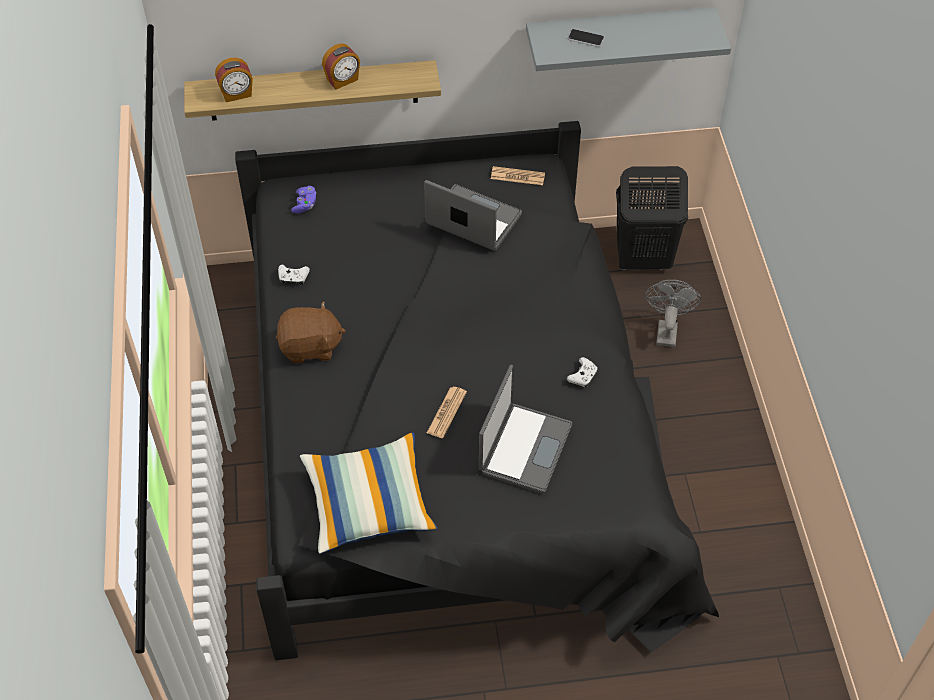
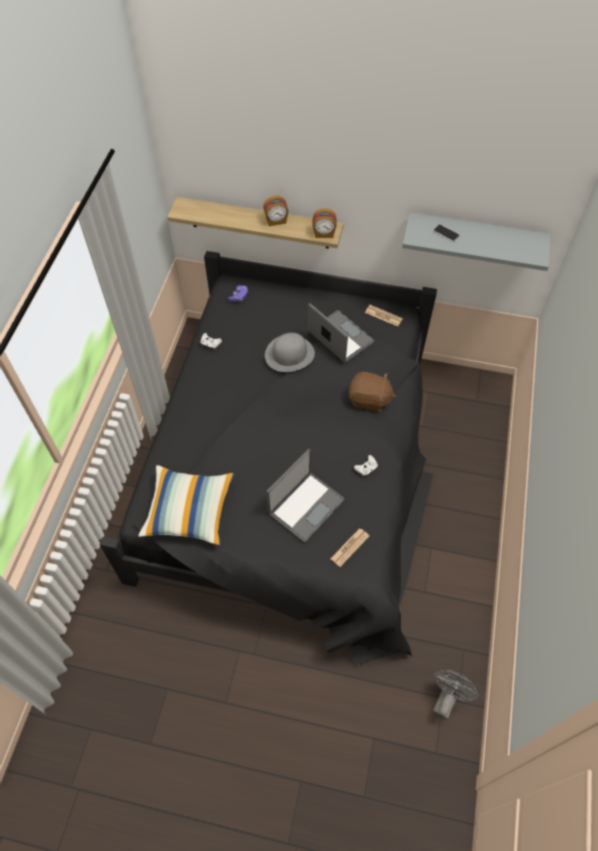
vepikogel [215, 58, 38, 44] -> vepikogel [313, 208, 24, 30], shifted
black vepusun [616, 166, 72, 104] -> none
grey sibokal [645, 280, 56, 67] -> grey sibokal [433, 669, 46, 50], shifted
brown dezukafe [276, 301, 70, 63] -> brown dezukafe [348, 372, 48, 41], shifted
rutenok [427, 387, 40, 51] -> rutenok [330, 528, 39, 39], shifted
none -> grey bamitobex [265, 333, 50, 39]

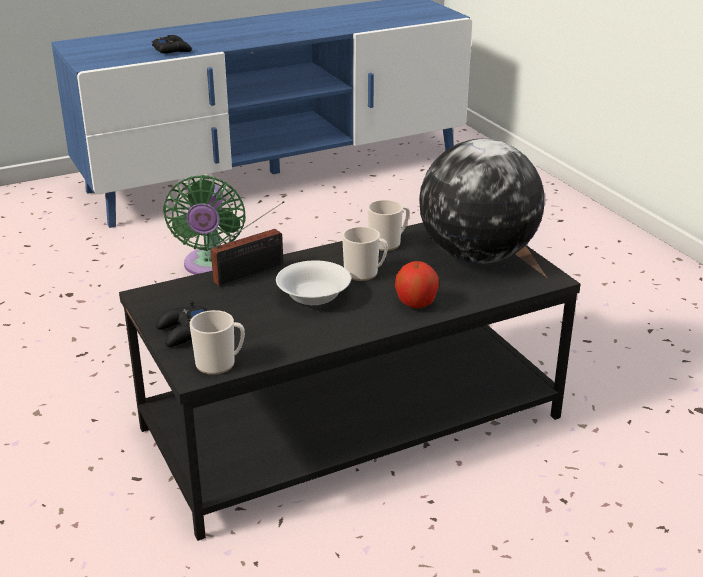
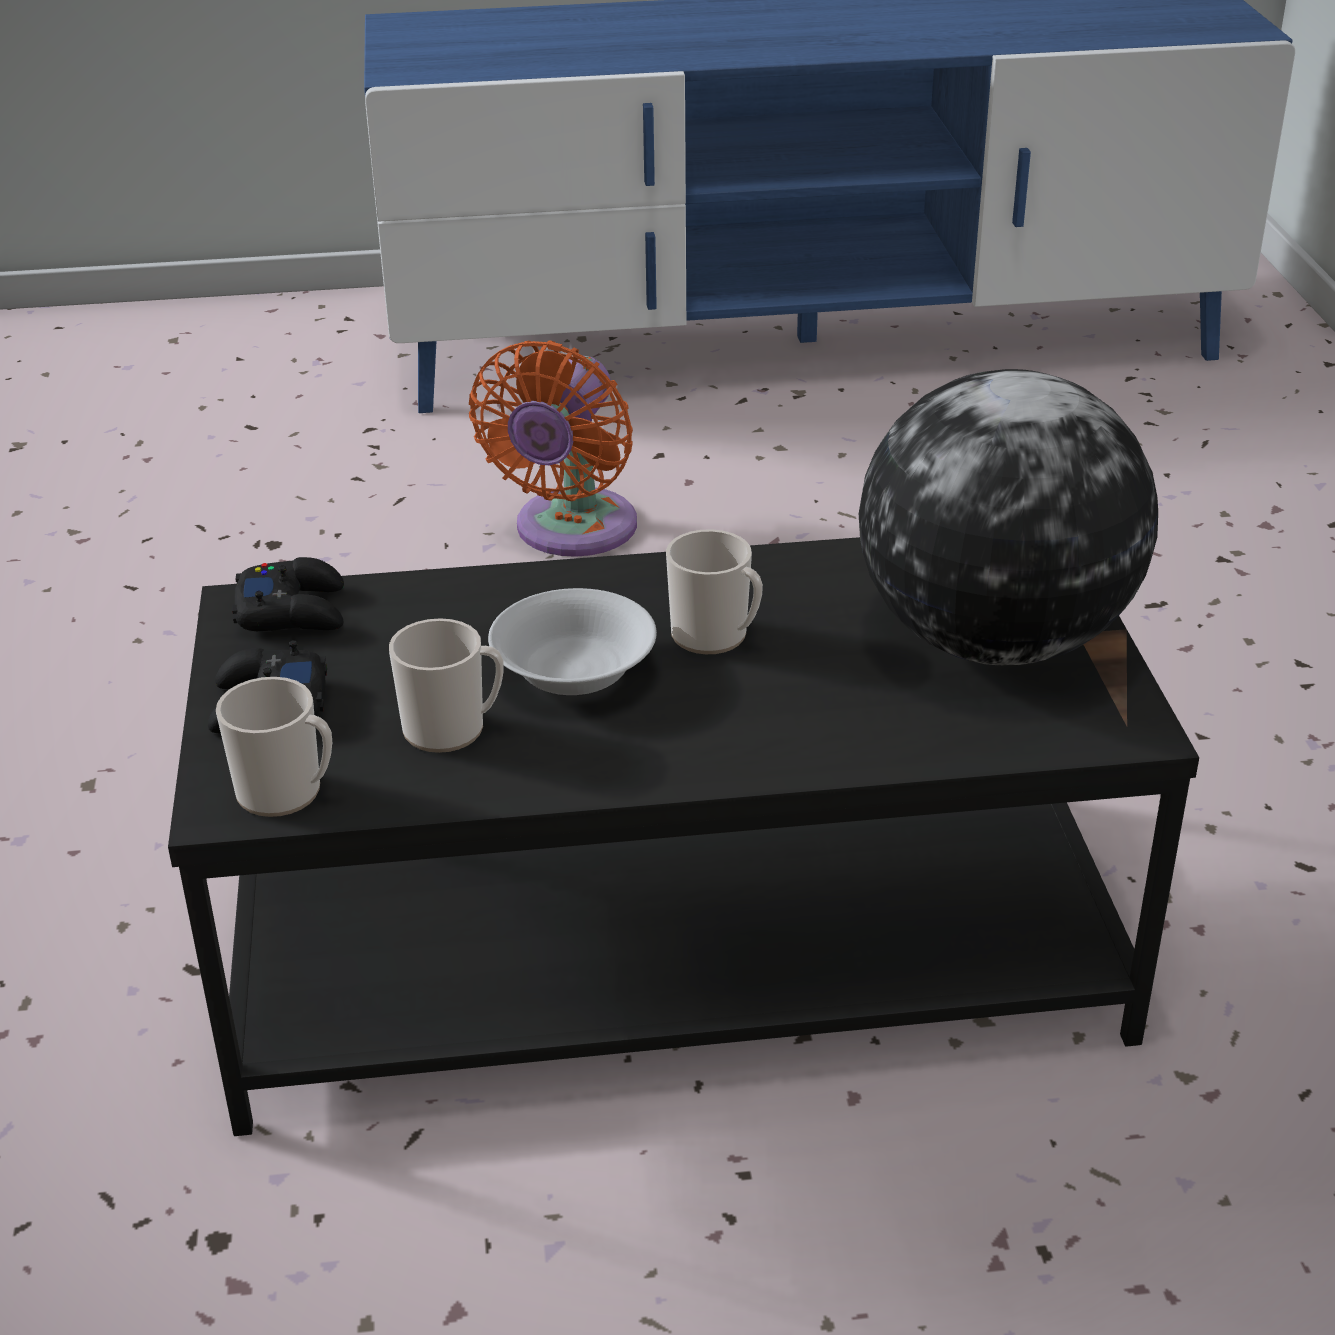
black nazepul [152, 35, 40, 19] -> black nazepul [232, 557, 112, 74], shifted
green sibokal [163, 175, 83, 100] -> orange sibokal [469, 340, 168, 217]
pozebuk [367, 200, 43, 51] -> pozebuk [389, 618, 115, 135], shifted
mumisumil [211, 201, 73, 86] -> none
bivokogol [395, 261, 43, 48] -> none

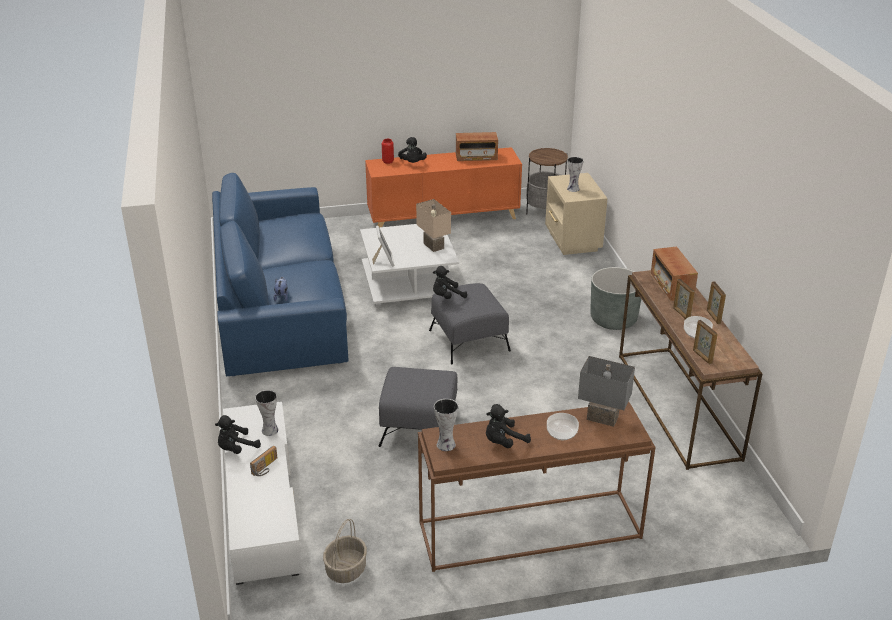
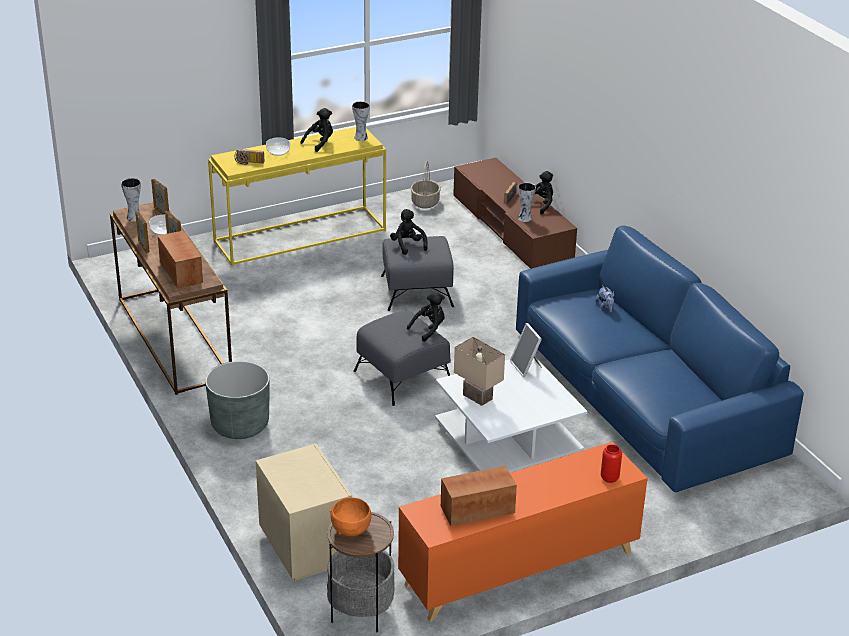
black dezukafe [398, 137, 29, 26] -> black dezukafe [390, 209, 38, 46], shifted
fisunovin [567, 157, 16, 35] -> fisunovin [121, 178, 20, 44], shifted
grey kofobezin [578, 356, 57, 71] -> mumisumil [235, 149, 30, 16]
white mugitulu [223, 402, 80, 183] -> brown mugitulu [453, 158, 124, 111]
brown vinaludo [418, 402, 238, 170] -> yellow vinaludo [208, 127, 178, 139]
none -> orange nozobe [330, 498, 41, 39]

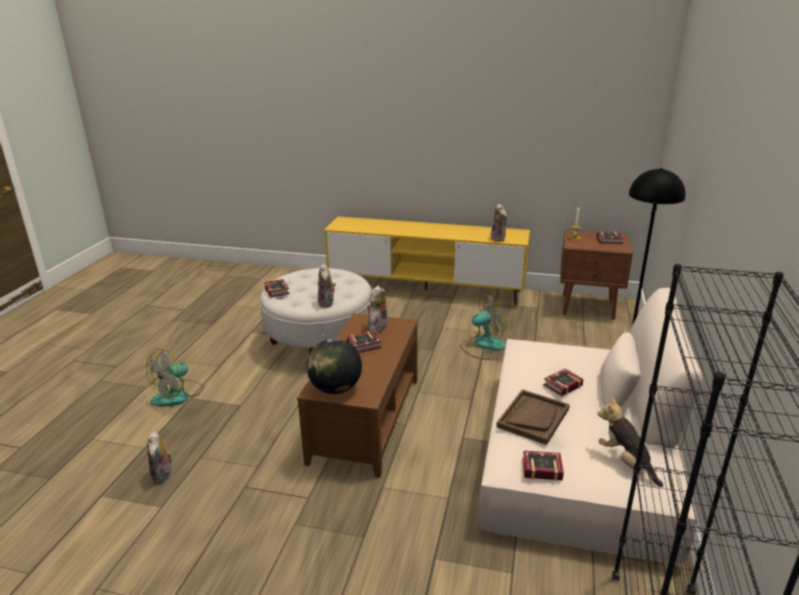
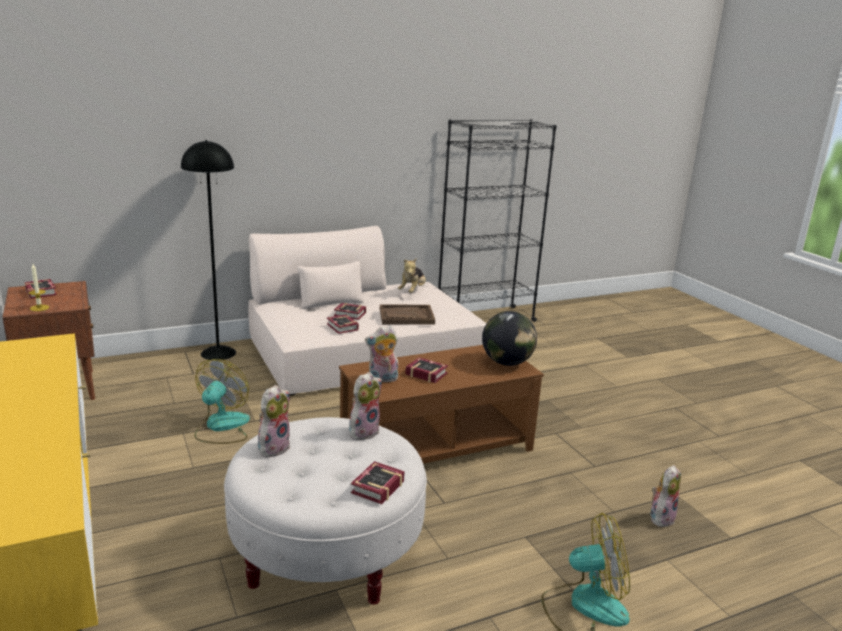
dezukafe [491, 204, 16, 38] -> dezukafe [258, 385, 32, 74], shifted
sibokal [460, 294, 46, 66] -> sibokal [194, 359, 56, 85], 75 degrees clockwise
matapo [523, 451, 41, 30] -> matapo [327, 314, 32, 20], shifted

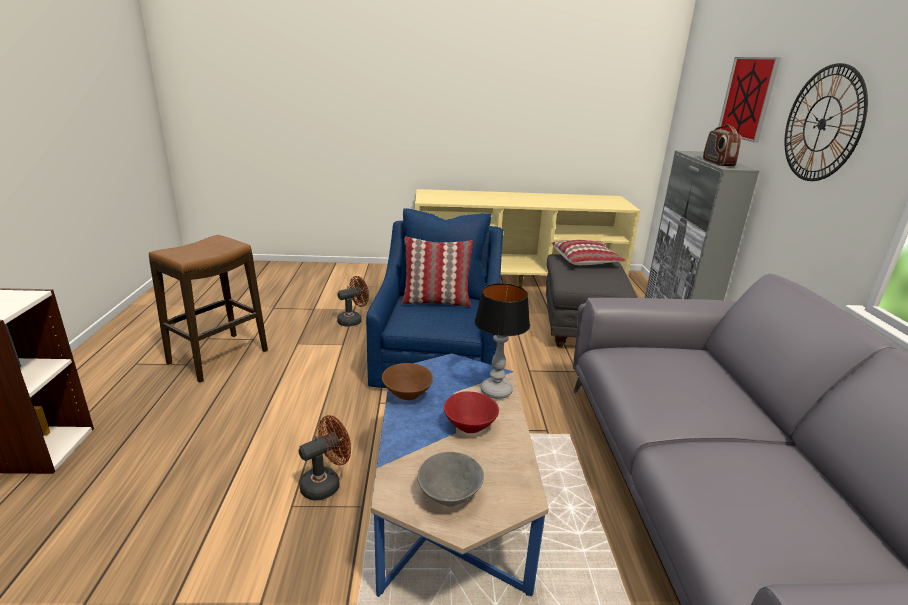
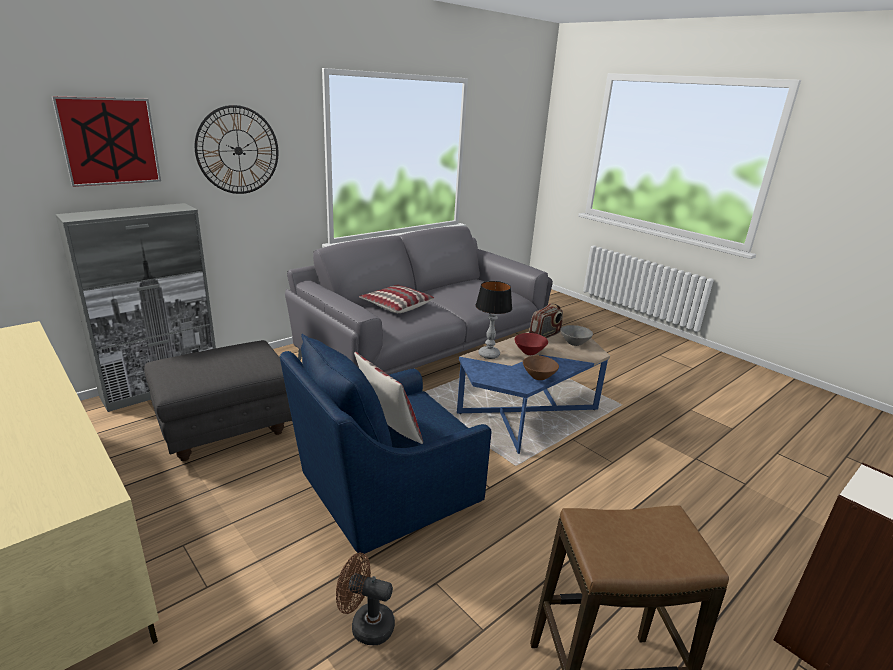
mumisumil [703, 125, 38, 41] -> mumisumil [529, 303, 34, 35], shifted
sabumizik [551, 240, 75, 25] -> sabumizik [359, 285, 75, 28], shifted
brown sibokal [299, 415, 52, 85] -> none

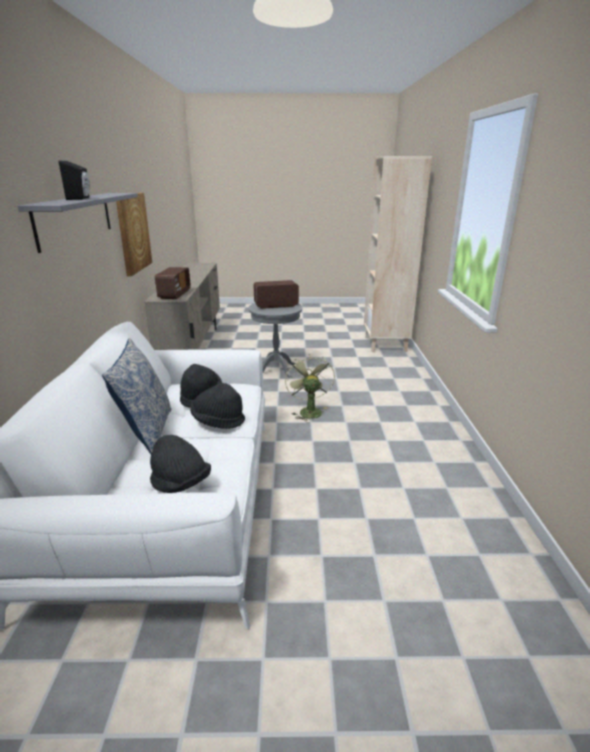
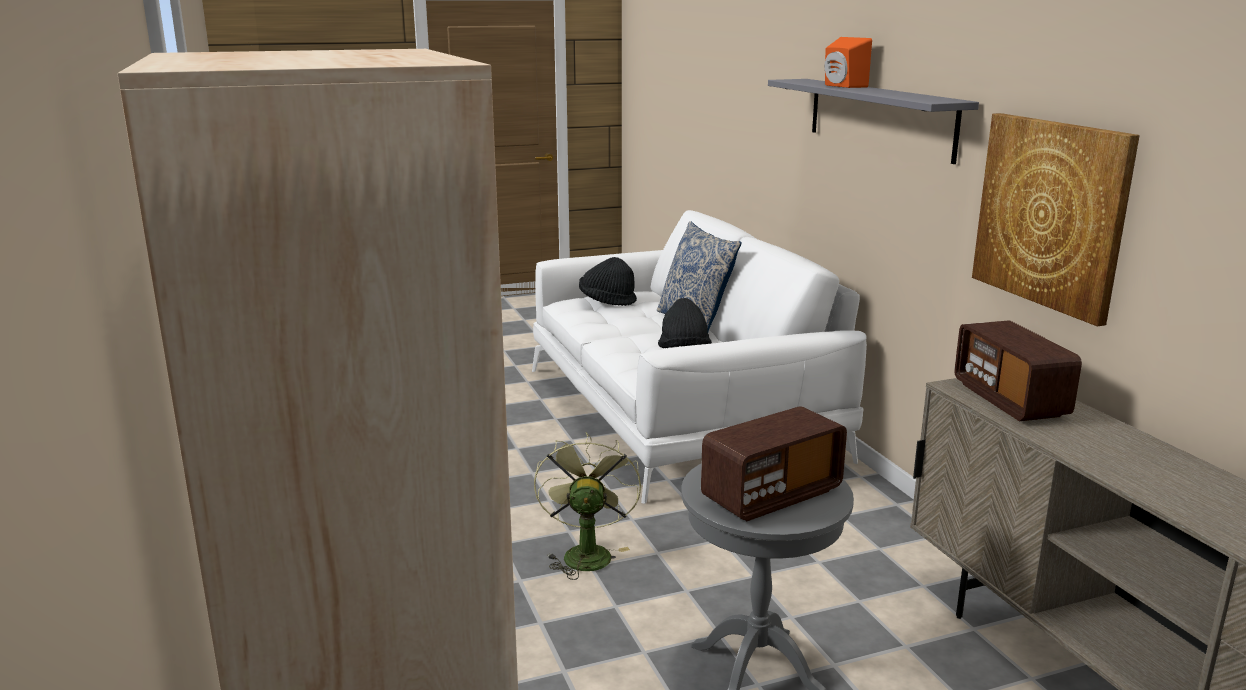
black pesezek [59, 161, 30, 39] -> orange pesezek [824, 37, 48, 51]
green sibokal [285, 354, 50, 68] -> green sibokal [534, 432, 107, 148], 150 degrees counterclockwise
black bamitobex [190, 383, 55, 46] -> none

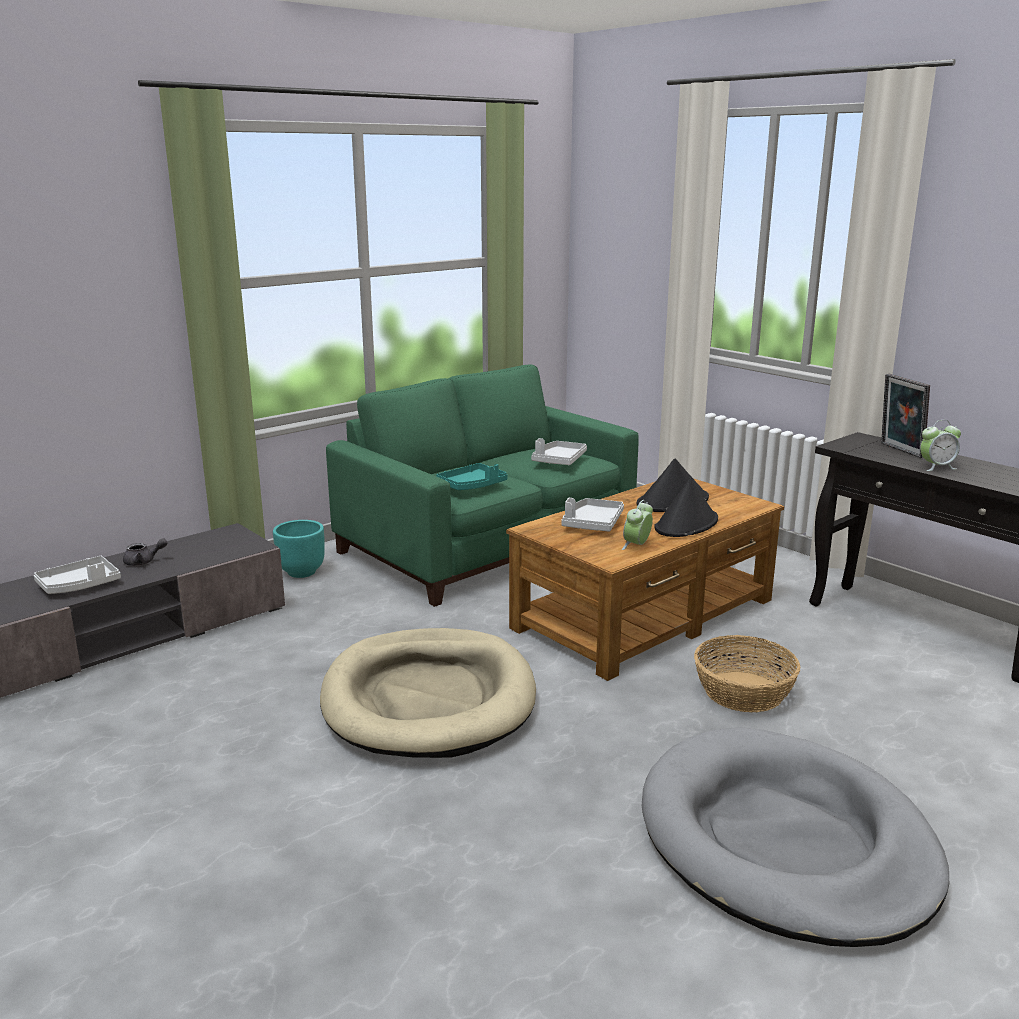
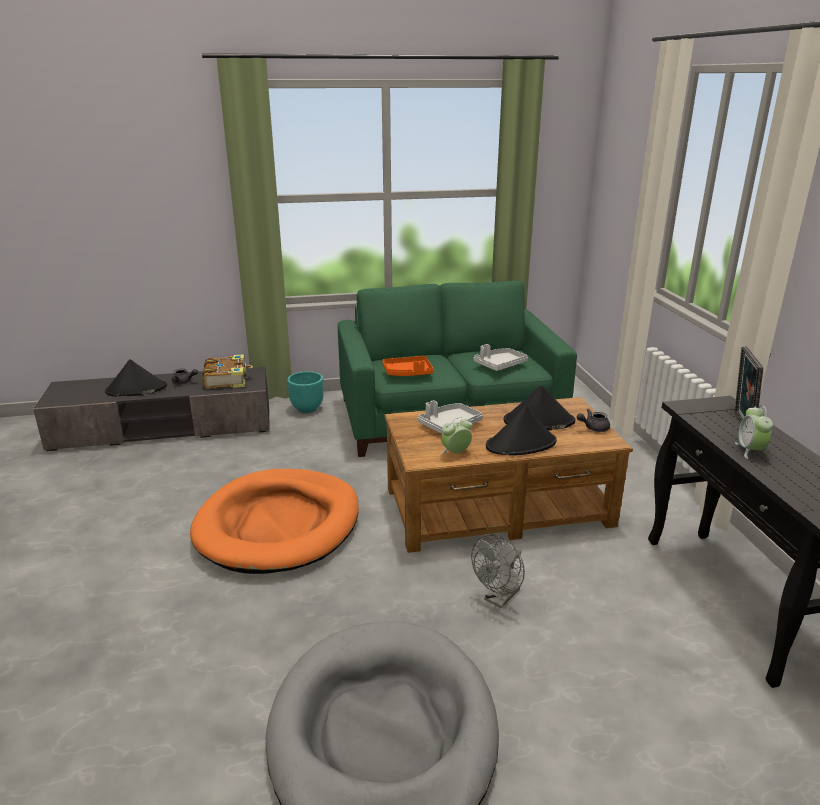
vepikogel [920, 420, 41, 51] -> vepikogel [735, 405, 38, 54], 75 degrees clockwise
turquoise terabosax [436, 463, 72, 27] -> orange terabosax [383, 356, 51, 20]
grey terabosax [33, 556, 88, 38] -> black bamitobex [105, 359, 62, 37]
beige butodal [320, 628, 216, 130] -> orange butodal [190, 469, 169, 105]
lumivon [694, 635, 106, 77] -> grey sibokal [471, 534, 54, 74]
none -> matapo [202, 354, 51, 35]
none -> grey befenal [577, 408, 33, 24]

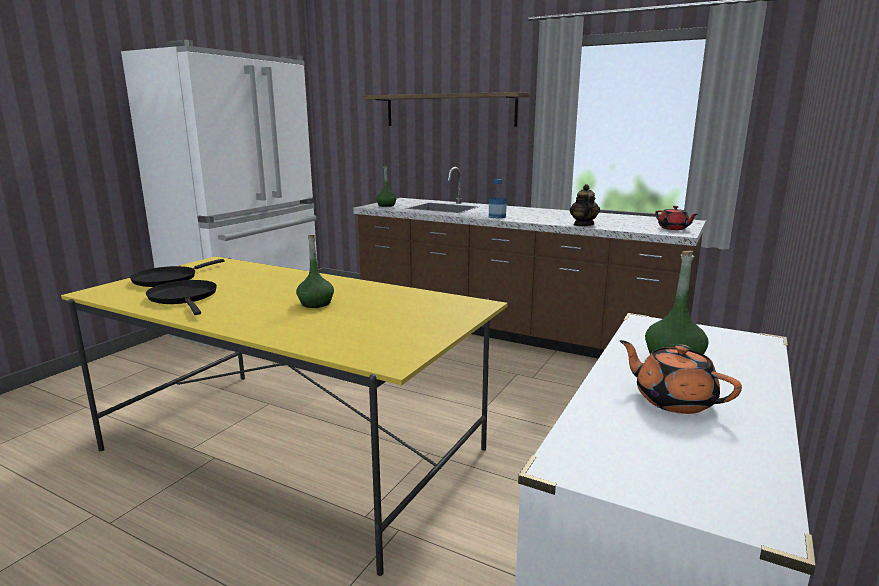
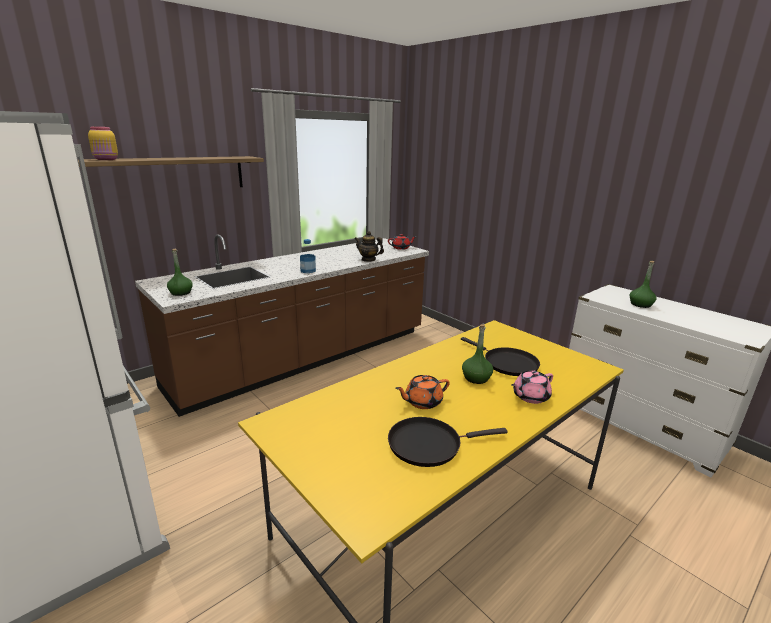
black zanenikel [130, 259, 94, 28] -> black zanenikel [461, 337, 79, 39], shifted
orange befenal [620, 340, 122, 74] -> orange befenal [395, 375, 55, 34], shifted
none -> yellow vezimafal [88, 126, 30, 34]
none -> pink befenal [511, 370, 42, 34]

